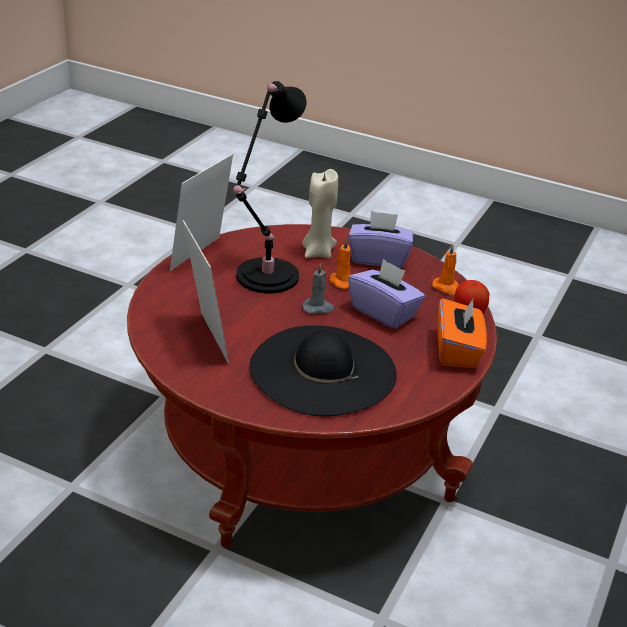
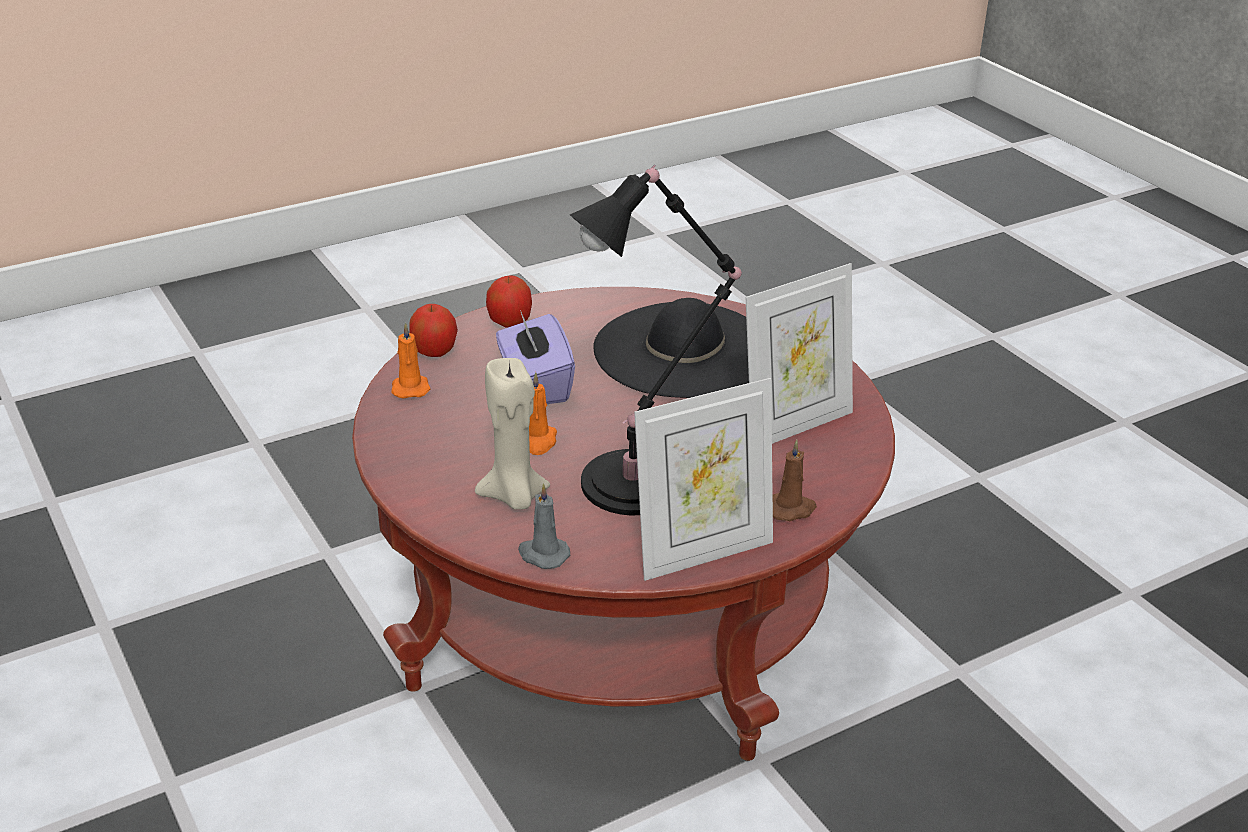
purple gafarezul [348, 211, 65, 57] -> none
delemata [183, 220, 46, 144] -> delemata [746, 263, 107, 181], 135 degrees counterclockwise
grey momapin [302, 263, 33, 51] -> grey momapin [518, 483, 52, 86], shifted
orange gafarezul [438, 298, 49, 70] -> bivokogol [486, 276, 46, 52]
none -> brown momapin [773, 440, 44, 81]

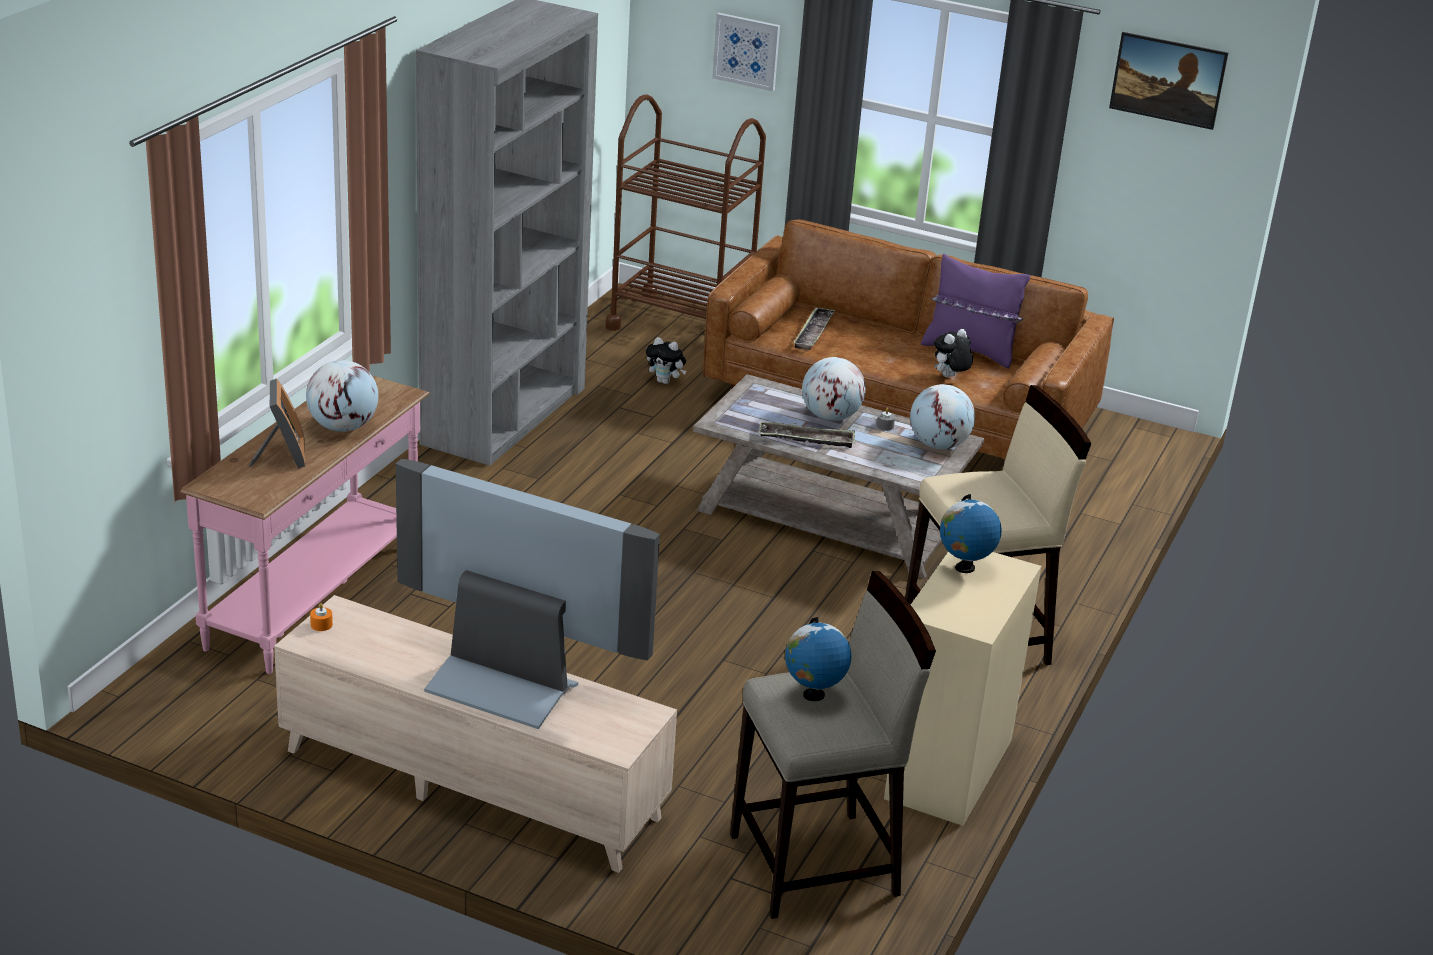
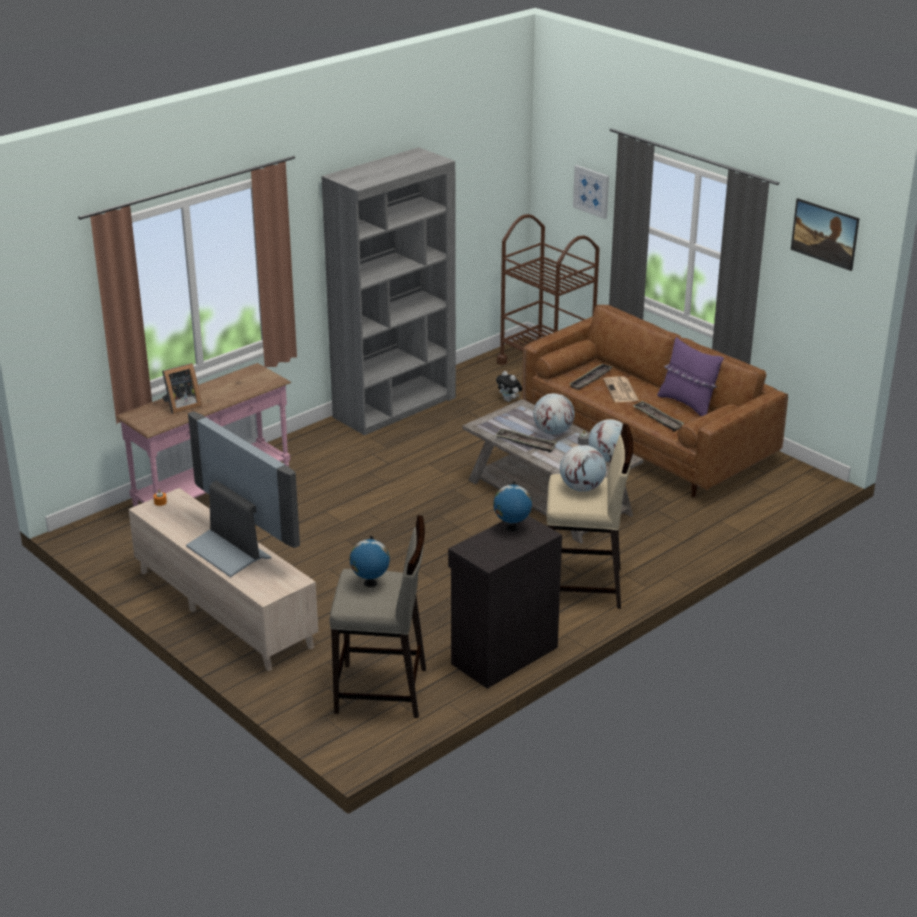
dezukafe [934, 329, 39, 48] -> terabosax [633, 401, 52, 30]
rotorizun [306, 360, 72, 72] -> rotorizun [560, 445, 46, 47], shifted
delemata [249, 379, 56, 90] -> delemata [162, 363, 40, 51], 45 degrees clockwise
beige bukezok [884, 551, 157, 275] -> black bukezok [448, 516, 114, 173]
none -> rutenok [603, 376, 36, 26]

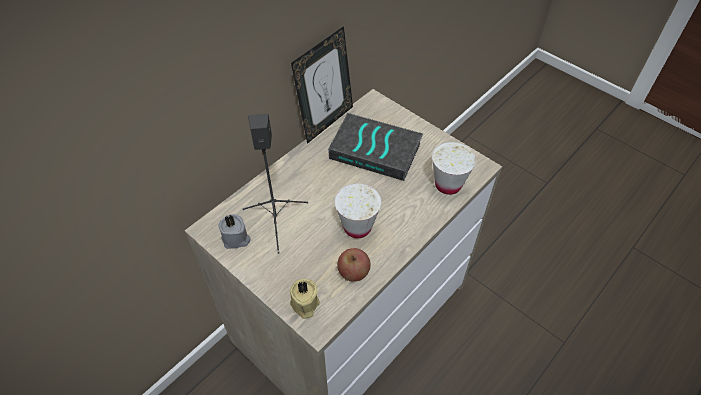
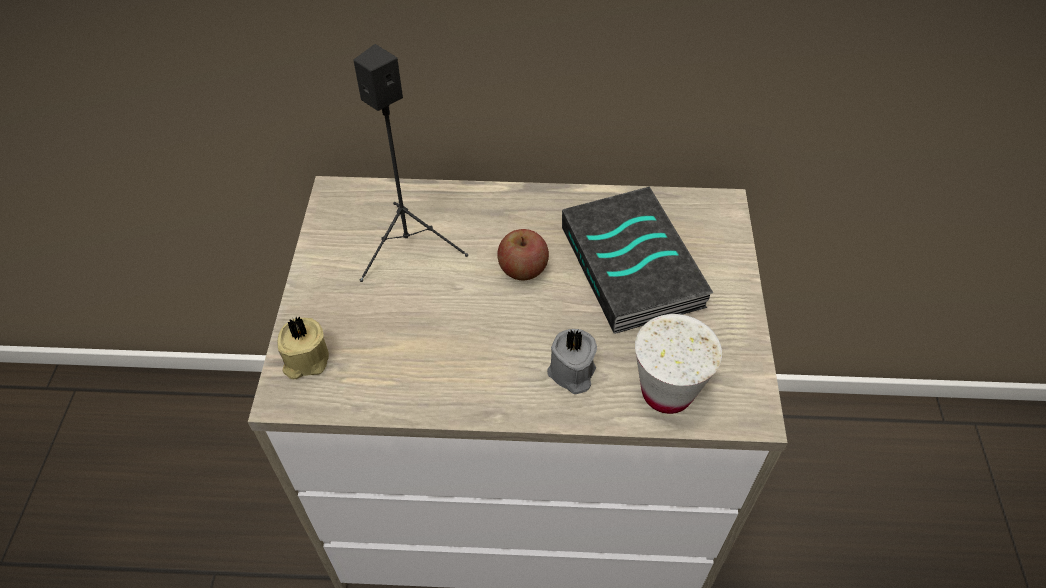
delemata [291, 26, 62, 118] -> none
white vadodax [335, 183, 46, 55] -> none
grey momapin [218, 214, 32, 35] -> grey momapin [547, 328, 50, 66], shifted
bivokogol [337, 248, 34, 34] -> bivokogol [497, 229, 52, 51], shifted

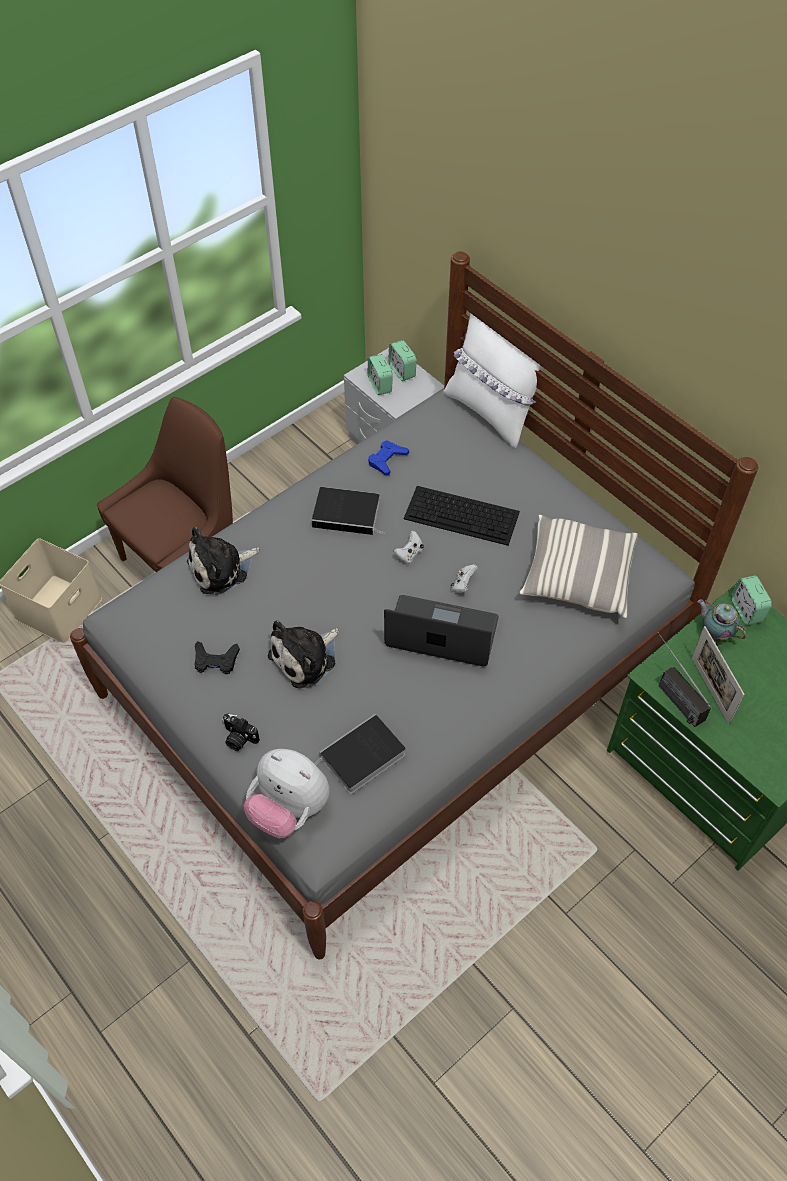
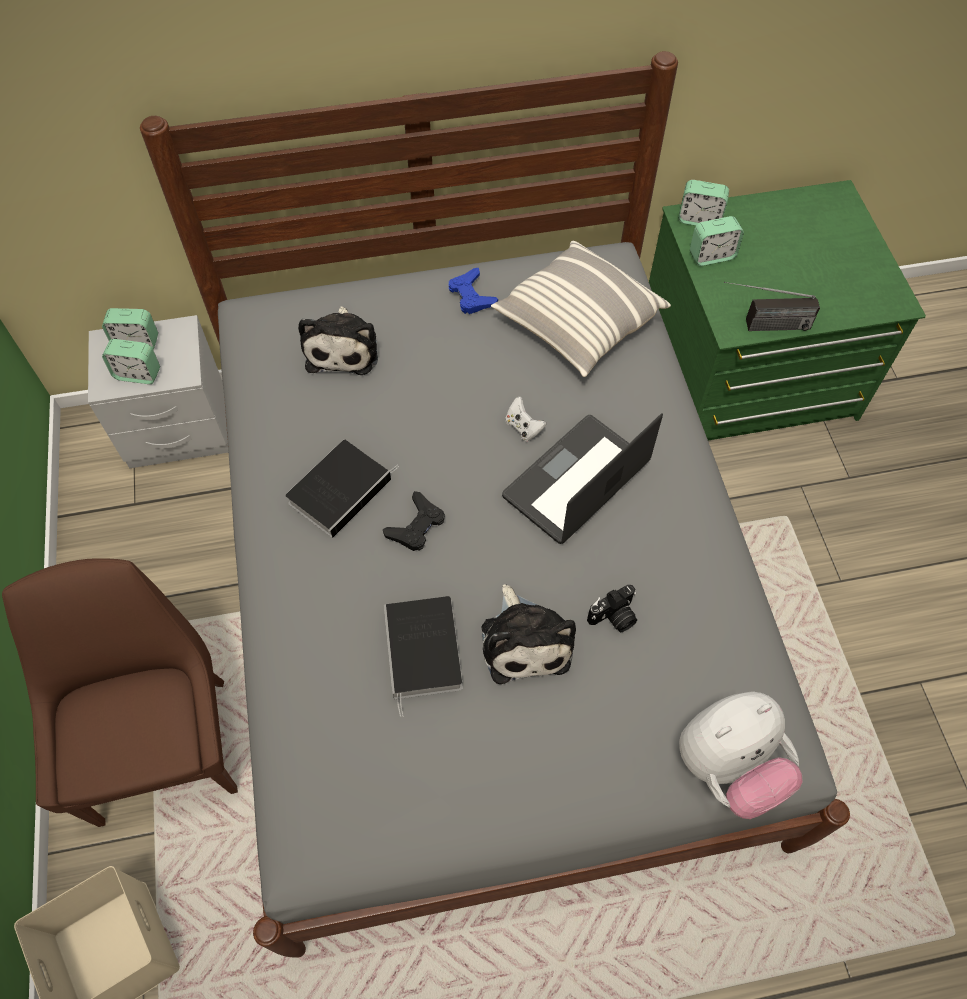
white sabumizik [443, 314, 101, 135] -> none
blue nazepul [368, 440, 41, 35] -> blue nazepul [449, 268, 49, 46], shifted
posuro [404, 486, 116, 60] -> none
dezukafe [187, 527, 72, 68] -> dezukafe [298, 306, 80, 69], shifted
white nazepul [394, 531, 30, 33] -> none
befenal [697, 599, 50, 43] -> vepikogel [690, 216, 54, 50]
delemata [691, 626, 54, 98] -> none
black nazepul [194, 641, 46, 33] -> black nazepul [383, 491, 62, 60], shifted
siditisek [222, 714, 38, 37] -> siditisek [587, 585, 50, 47], shifted
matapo [314, 714, 92, 80] -> matapo [384, 596, 79, 121], shifted

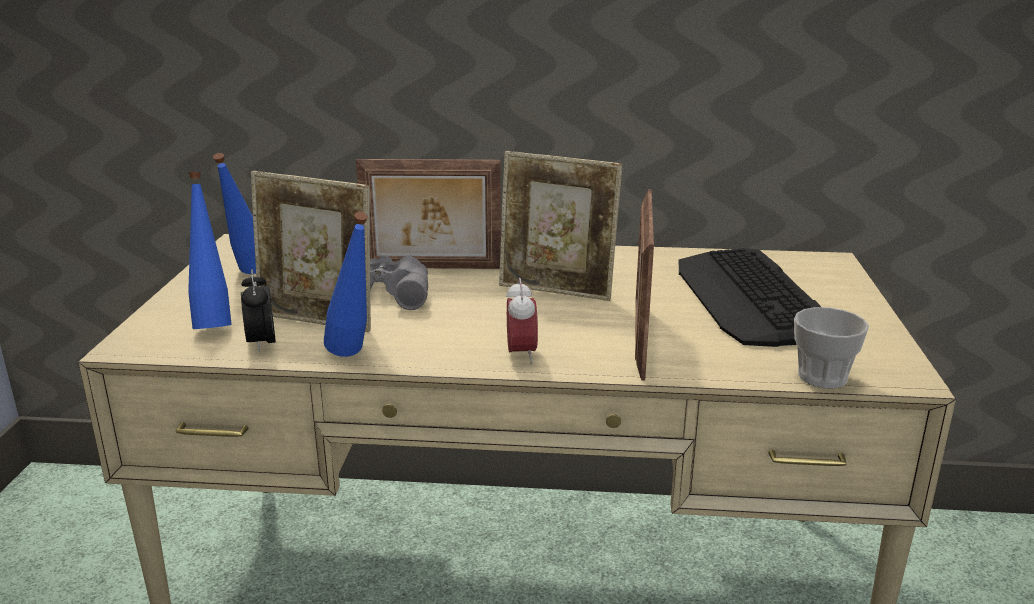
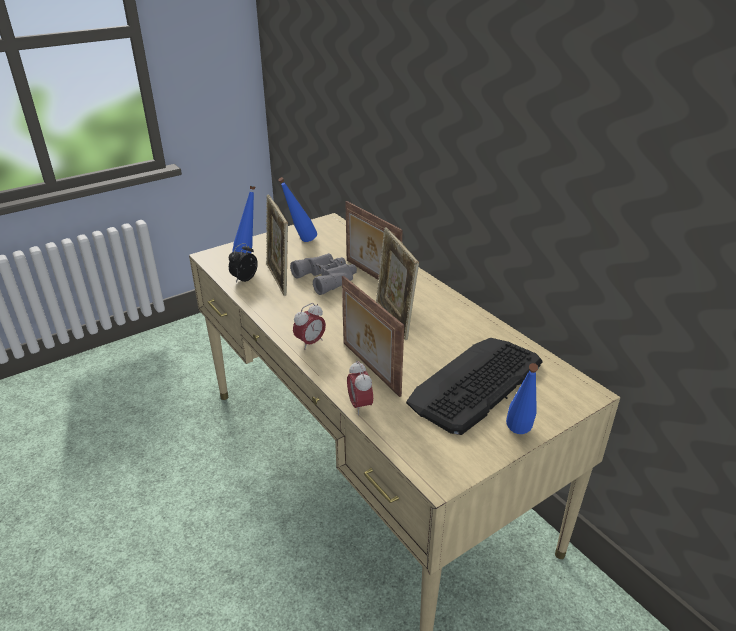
delemata [635, 189, 19, 192] -> delemata [342, 276, 62, 121], 90 degrees counterclockwise
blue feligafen [324, 212, 44, 145] -> blue feligafen [506, 363, 33, 71], shifted
vadodax [794, 307, 75, 81] -> none
none -> vepikogel [347, 361, 26, 54]

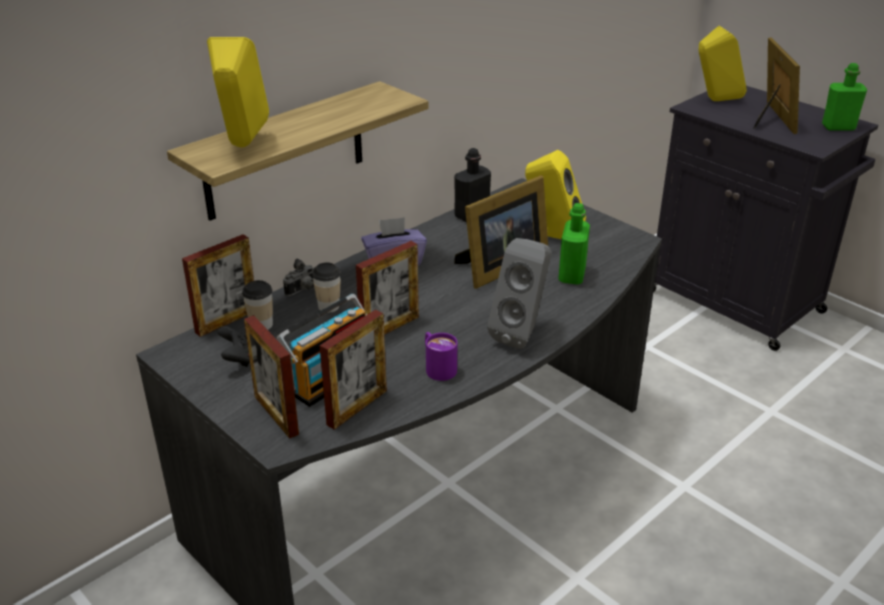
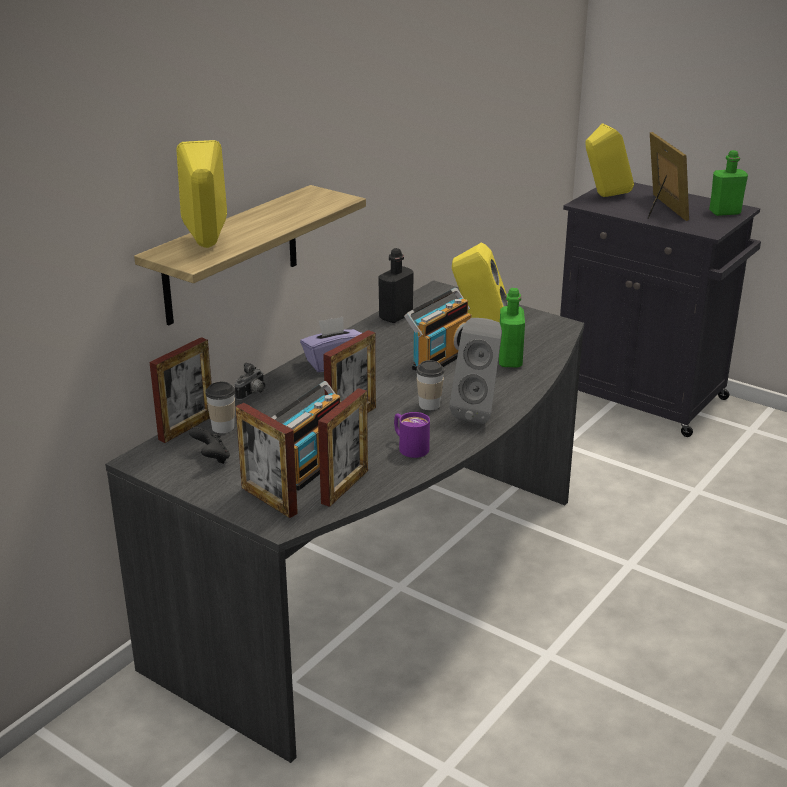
delemata [454, 175, 94, 114] -> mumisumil [404, 288, 67, 83]
vadodax [312, 262, 29, 51] -> vadodax [416, 360, 28, 50], shifted

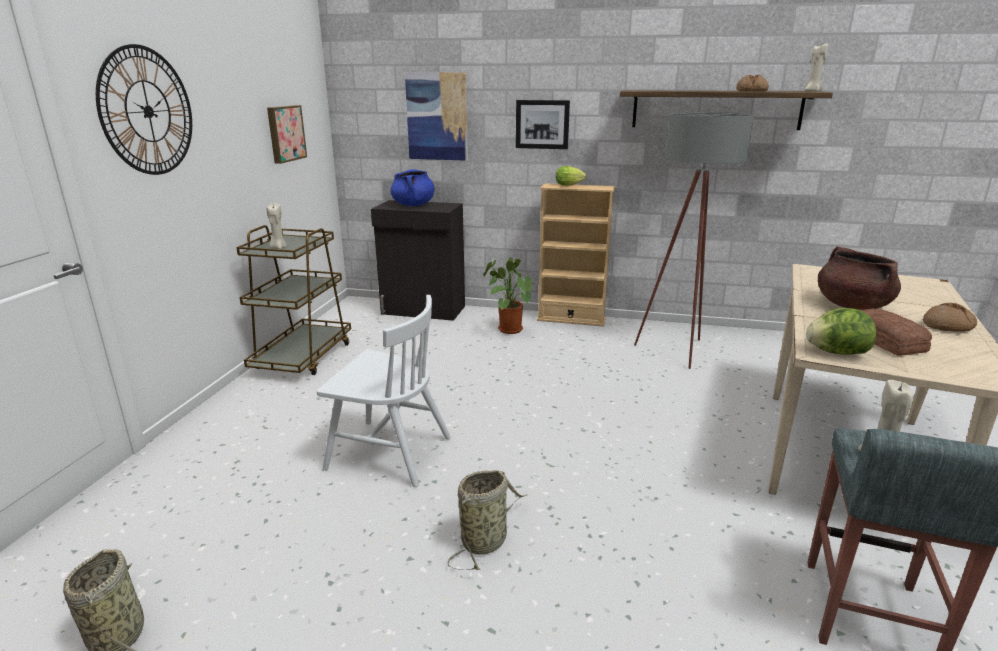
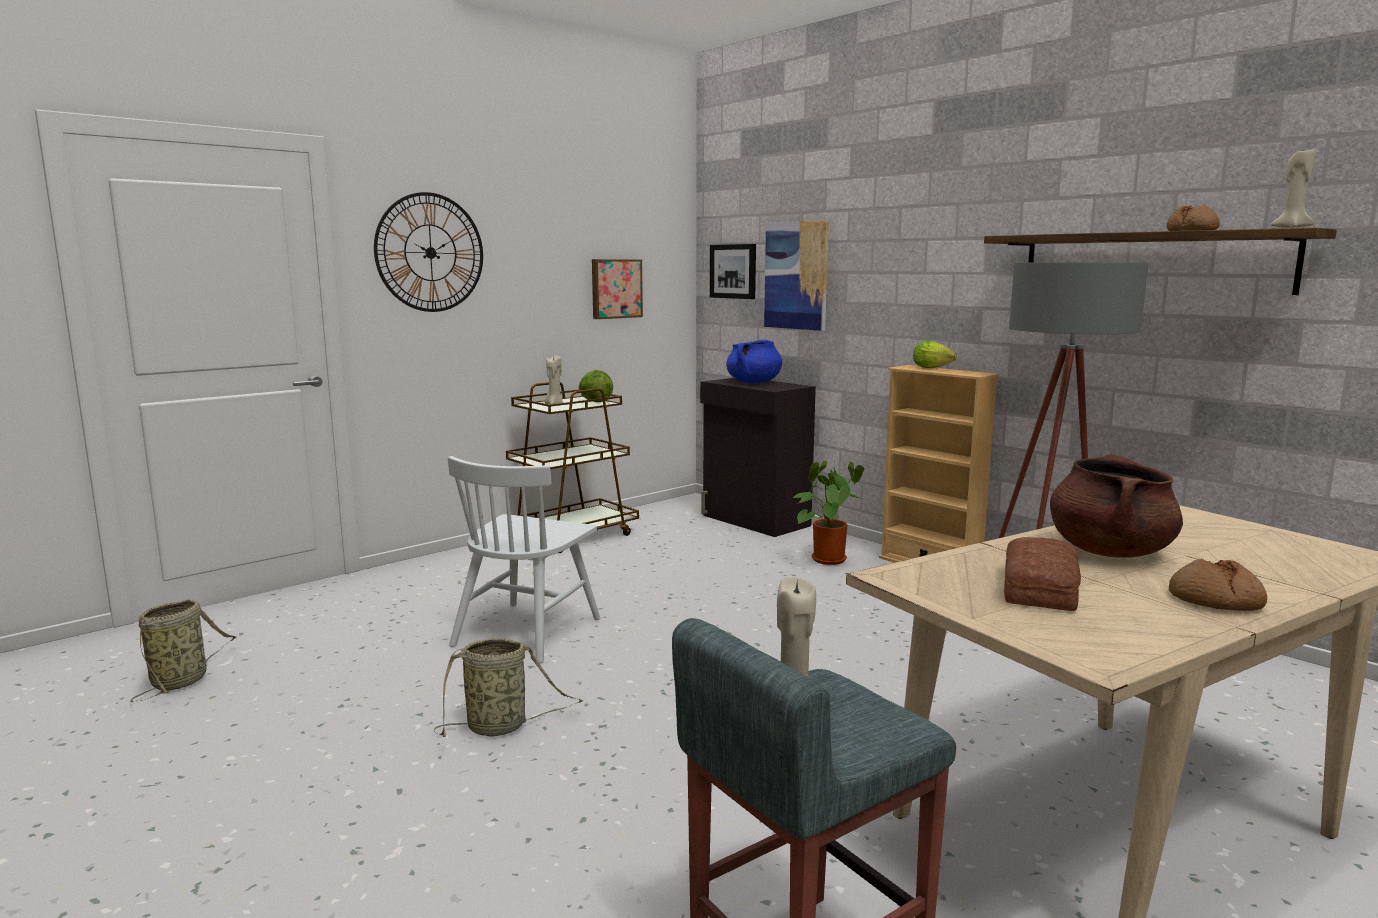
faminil [516, 100, 54, 49] -> faminil [710, 244, 46, 55], shifted
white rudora [317, 295, 134, 192] -> white rudora [448, 456, 152, 207], 60 degrees clockwise
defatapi [806, 308, 70, 47] -> defatapi [578, 370, 35, 32], shifted

